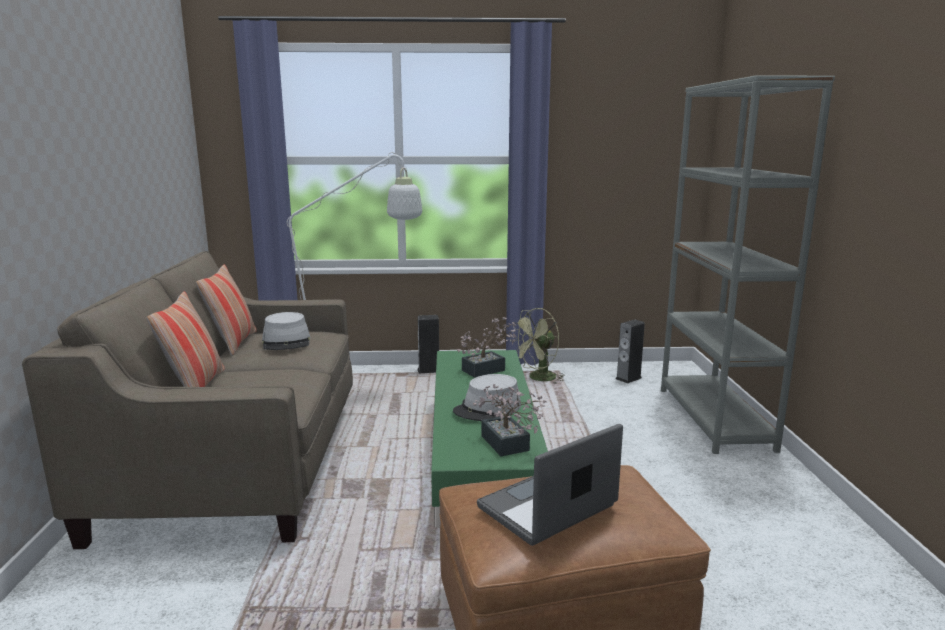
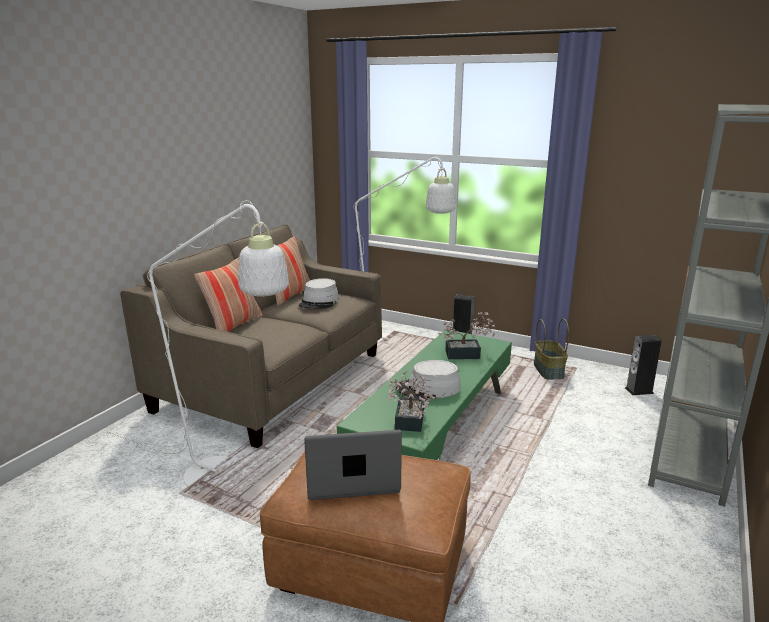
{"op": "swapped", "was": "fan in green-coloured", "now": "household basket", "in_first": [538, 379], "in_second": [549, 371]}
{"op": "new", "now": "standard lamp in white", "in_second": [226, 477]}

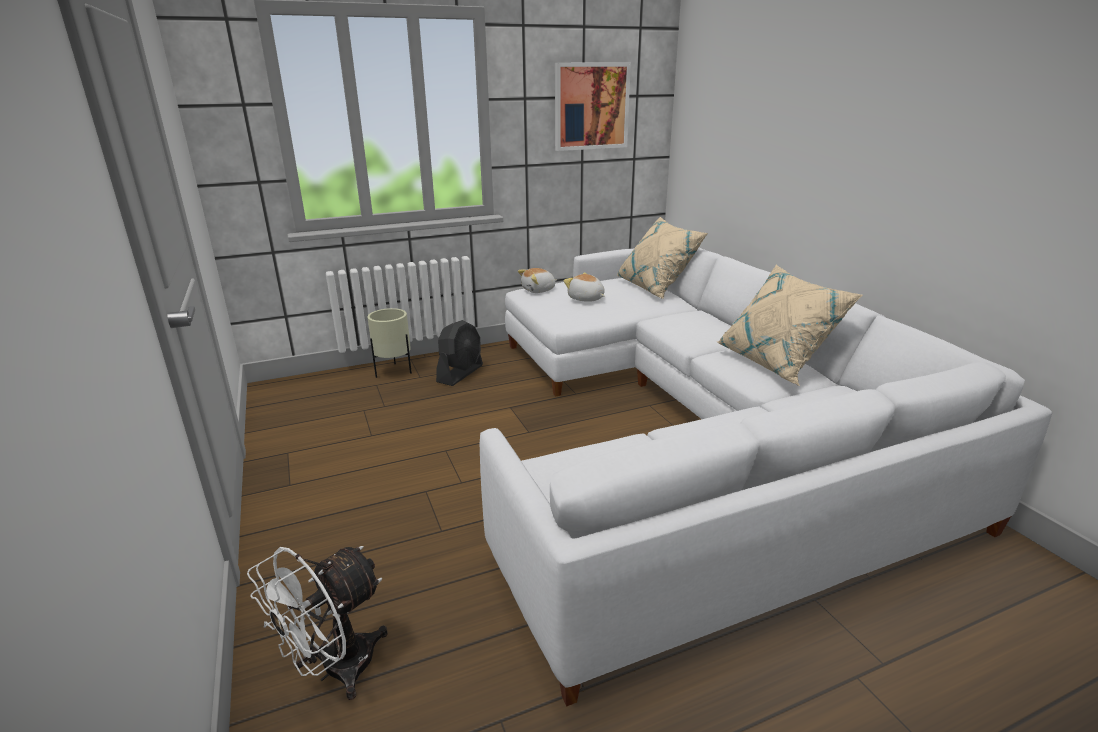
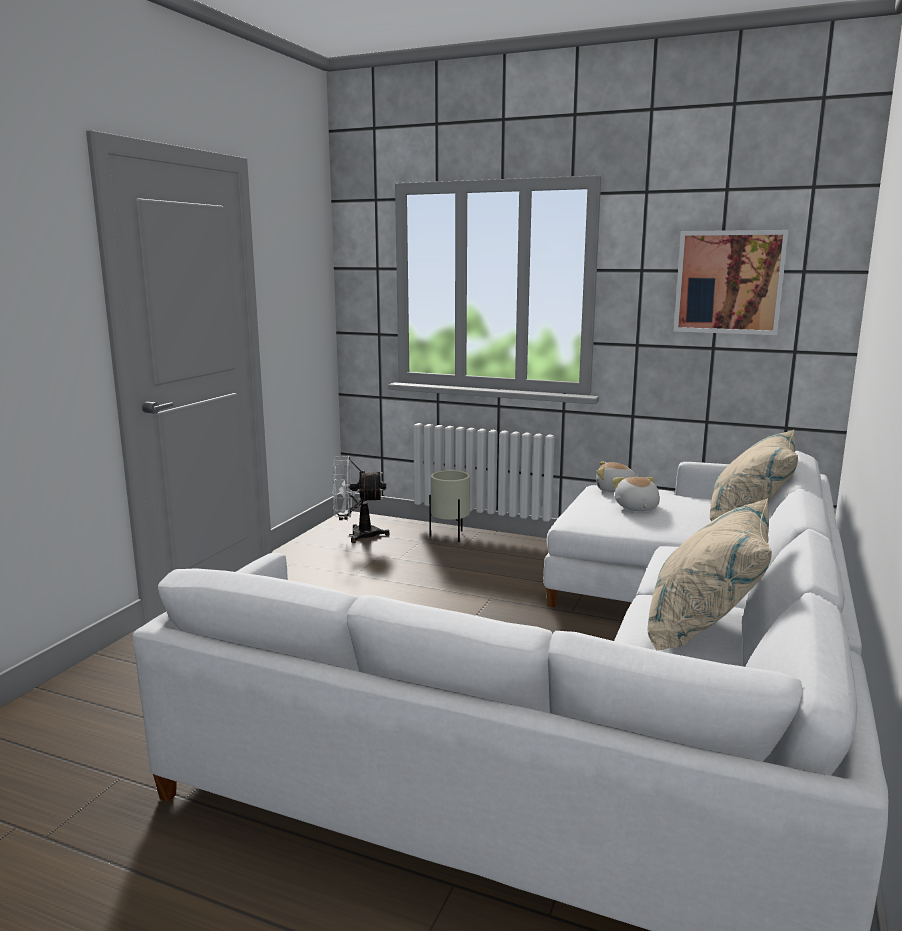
{"op": "gone", "was": "fan in black-coloured", "in_first": [460, 373]}
{"op": "shifted", "was": "fan in white", "in_first": [335, 670], "in_second": [357, 535]}

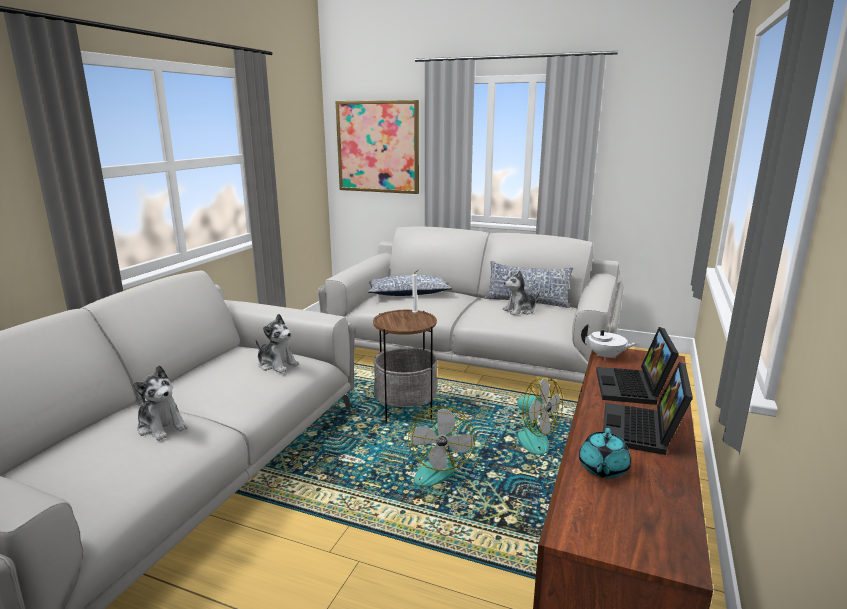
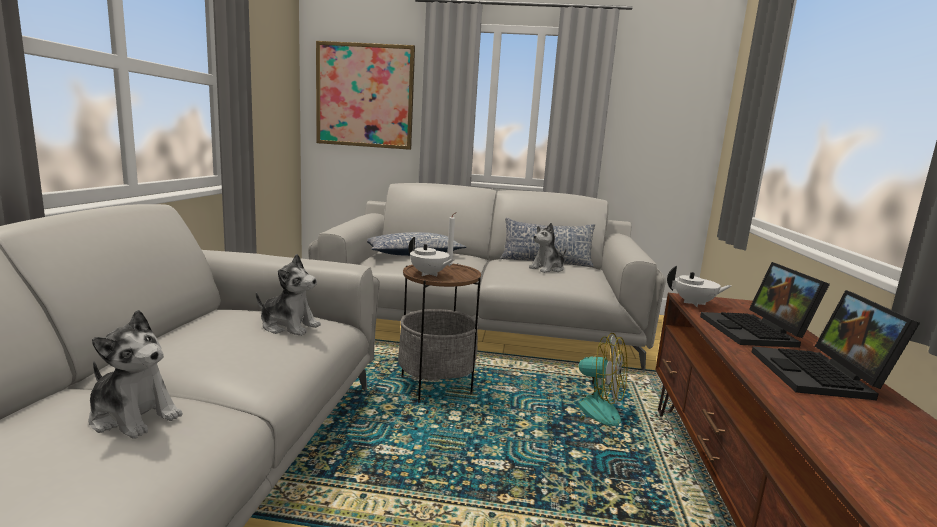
{"op": "gone", "was": "fan", "in_first": [434, 468]}
{"op": "gone", "was": "pot for tea in turquoise-coloured", "in_first": [603, 468]}
{"op": "new", "now": "pot for tea in white", "in_second": [429, 274]}

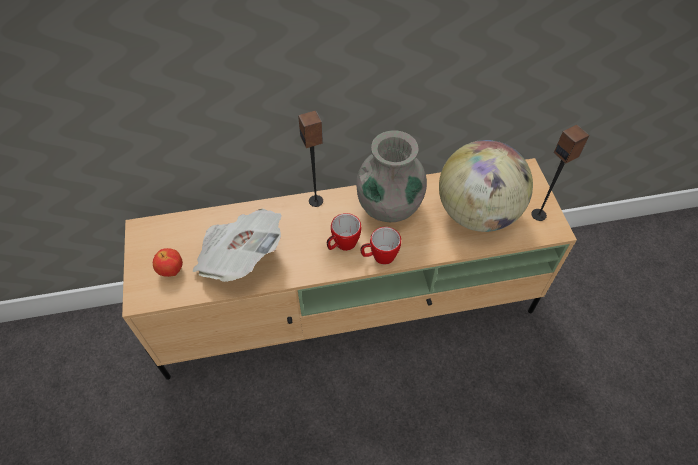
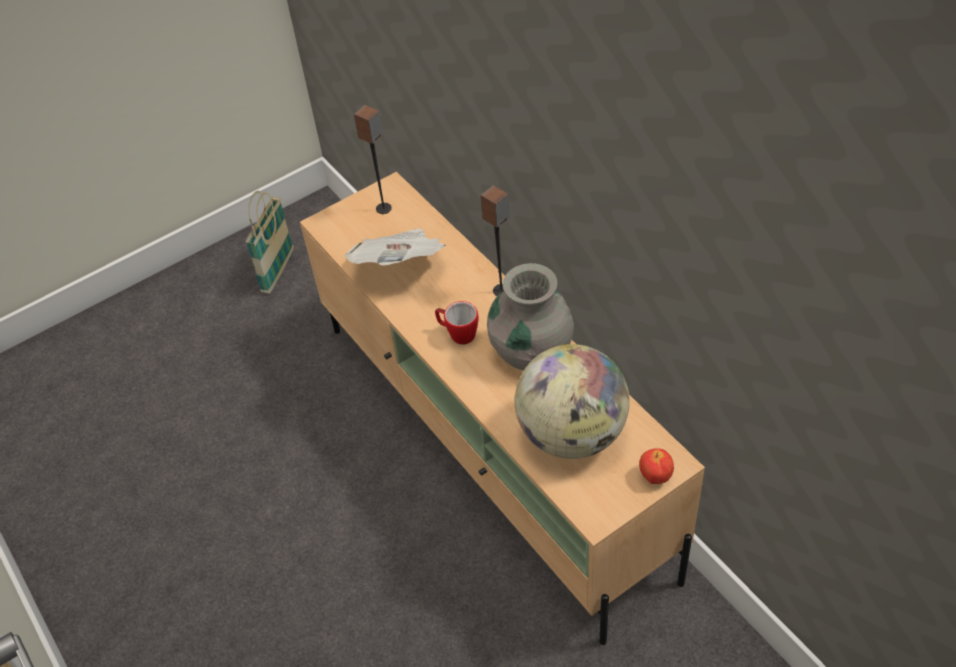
{"op": "shifted", "was": "loudspeaker", "in_first": [539, 214], "in_second": [384, 208]}
{"op": "gone", "was": "tea mug", "in_first": [379, 256]}
{"op": "shifted", "was": "apple fruit", "in_first": [171, 271], "in_second": [654, 476]}
{"op": "new", "now": "household basket", "in_second": [278, 271]}

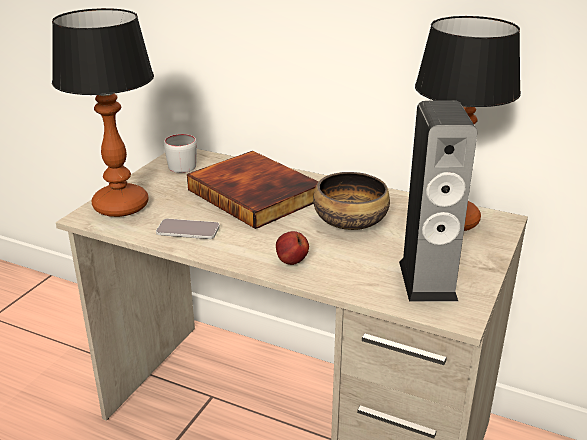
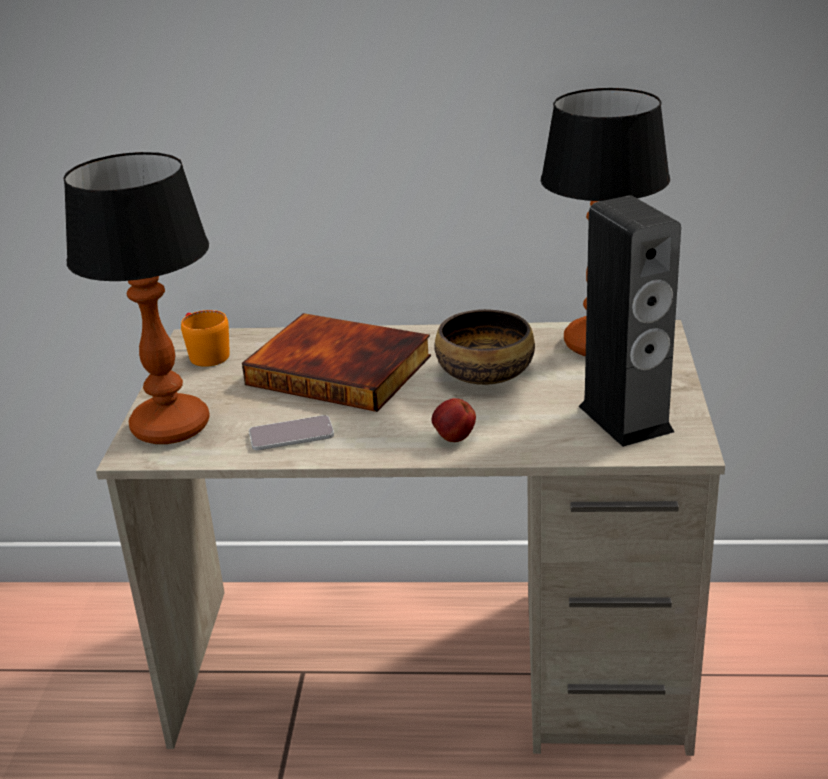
{"op": "repainted", "was": "tea mug in greyish", "now": "tea mug in orange", "in_first": [181, 164], "in_second": [204, 354]}

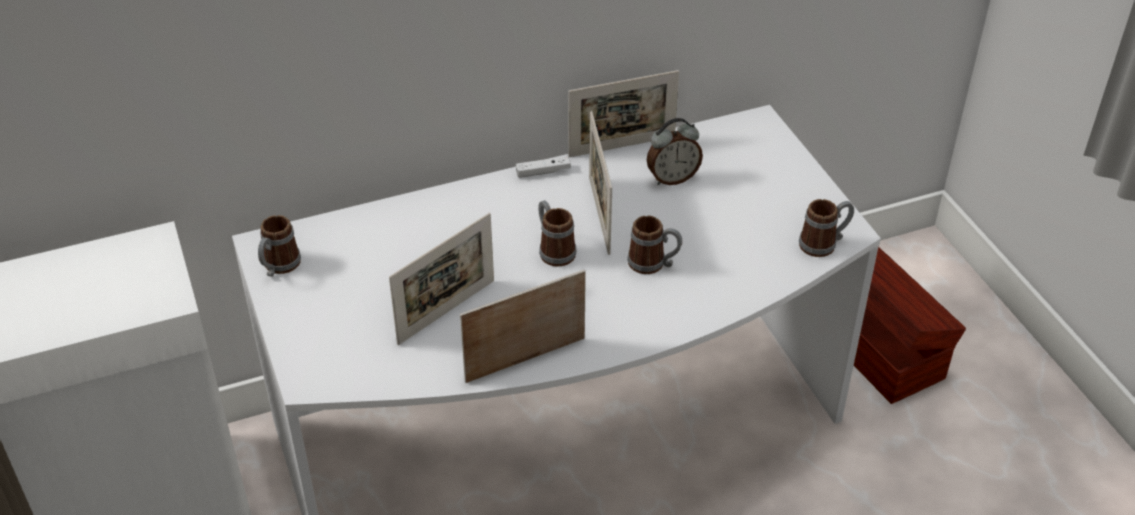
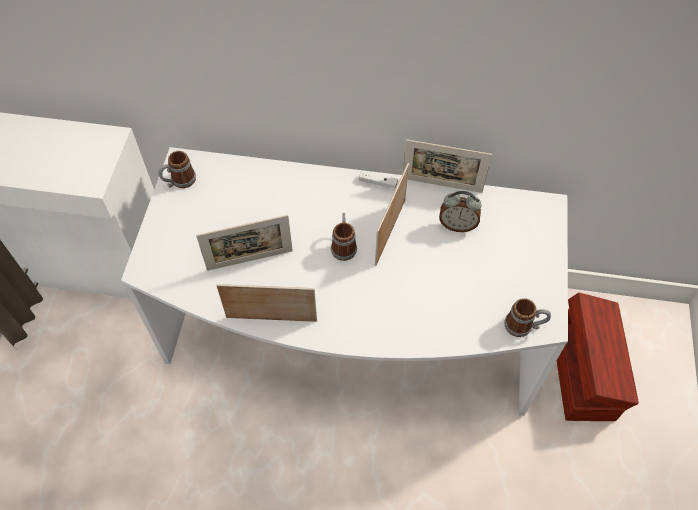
{"op": "gone", "was": "tea mug", "in_first": [653, 264]}

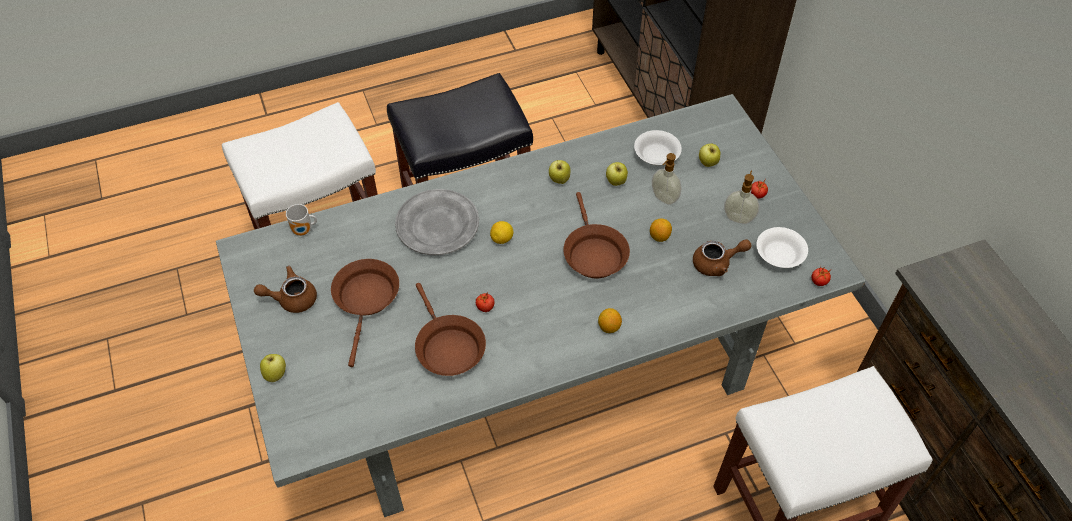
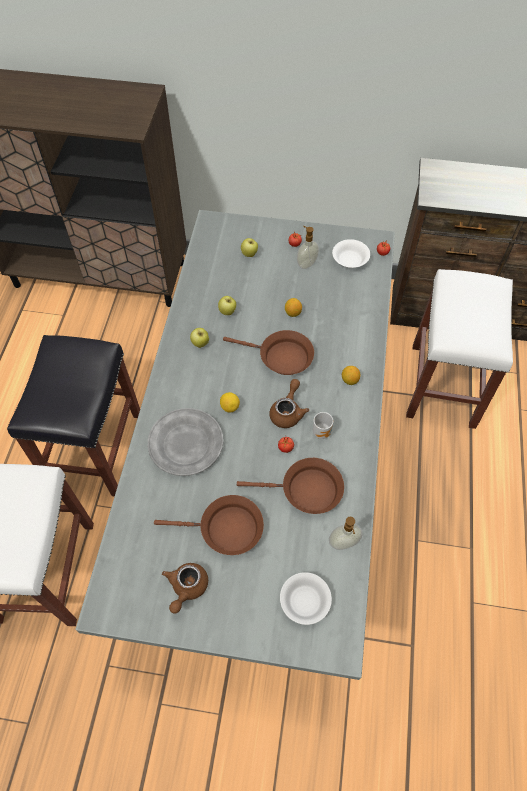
{"op": "shifted", "was": "deep dish in white", "in_first": [655, 156], "in_second": [304, 602]}
{"op": "shifted", "was": "liquid soap bottle", "in_first": [663, 198], "in_second": [343, 544]}
{"op": "shifted", "was": "tea mug", "in_first": [304, 231], "in_second": [323, 432]}
{"op": "shifted", "was": "pot for tea in brown-coloured", "in_first": [717, 263], "in_second": [288, 411]}
{"op": "rotated", "was": "frying pan in brown-coloured", "in_first": [366, 300], "in_second": [226, 529], "clockwise": 150}
{"op": "gone", "was": "apple fruit", "in_first": [276, 374]}

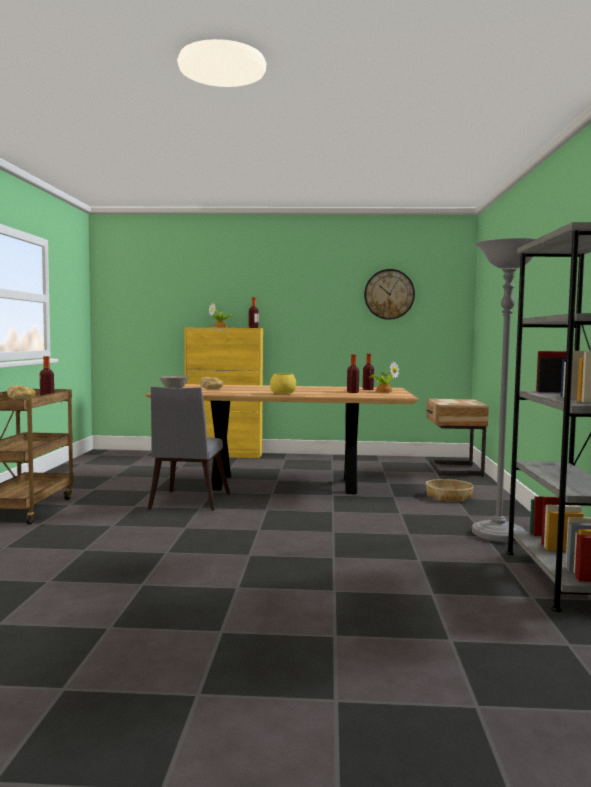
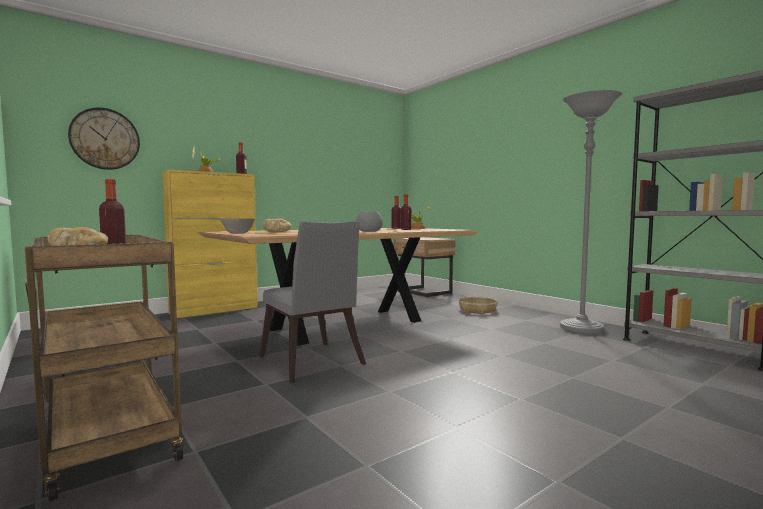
{"op": "shifted", "was": "clock on the wall", "in_first": [389, 294], "in_second": [105, 139]}
{"op": "repainted", "was": "deep dish in yellow", "now": "deep dish in greyish", "in_first": [283, 393], "in_second": [369, 231]}

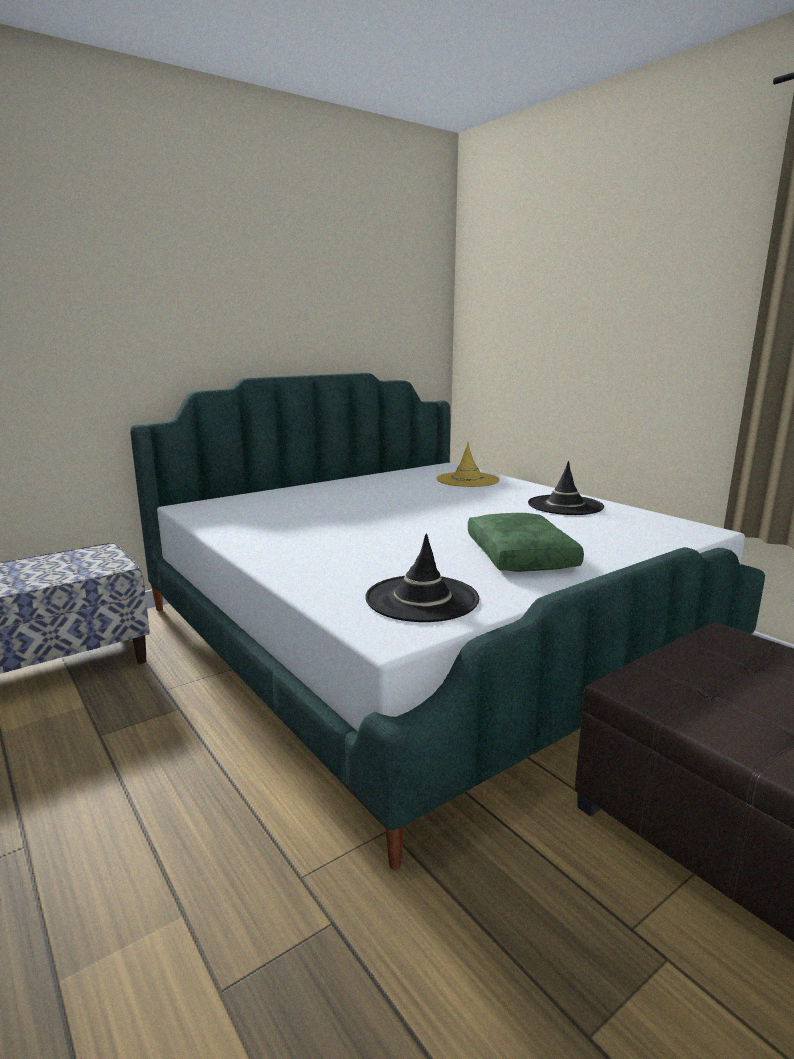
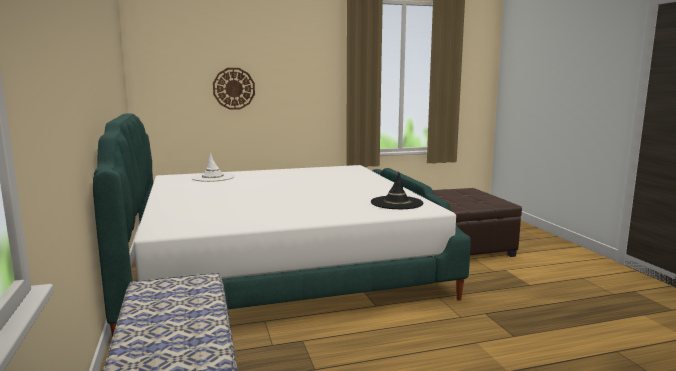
{"op": "repainted", "was": "clothing hat in yellow", "now": "clothing hat in white", "in_first": [467, 480], "in_second": [213, 177]}
{"op": "gone", "was": "clothing hat in black-coloured", "in_first": [565, 505]}
{"op": "gone", "was": "pillow in green-coloured", "in_first": [522, 556]}
{"op": "new", "now": "clock on the wall", "in_second": [234, 88]}

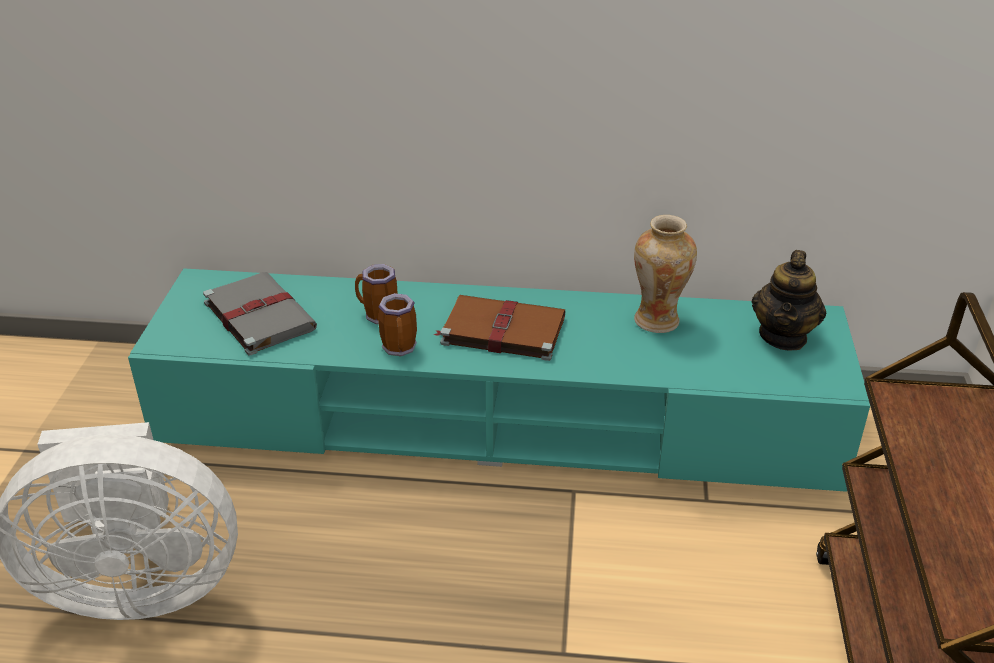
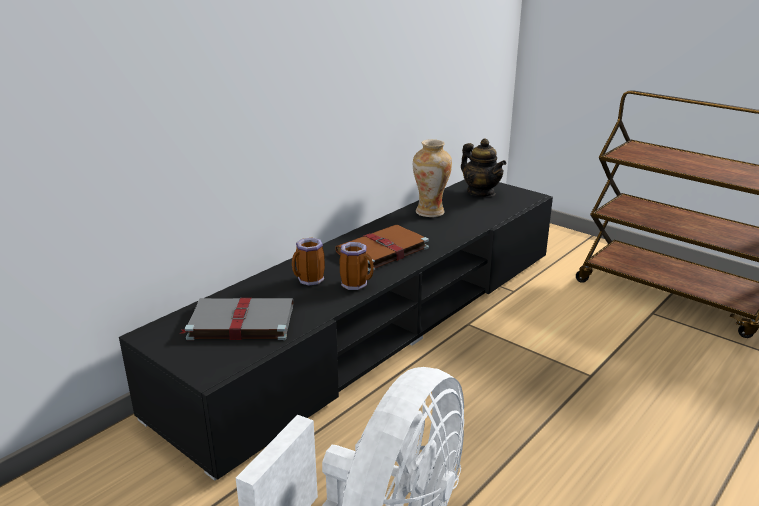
{"op": "repainted", "was": "tv stand in turquoise-coloured", "now": "tv stand in black-coloured", "in_first": [498, 420], "in_second": [380, 323]}

